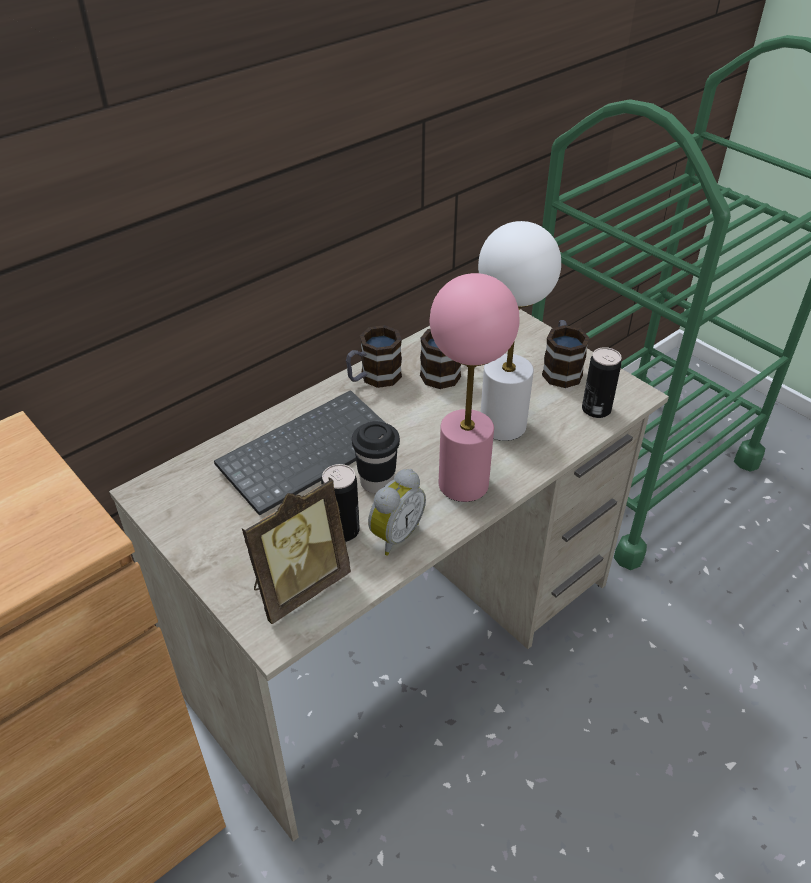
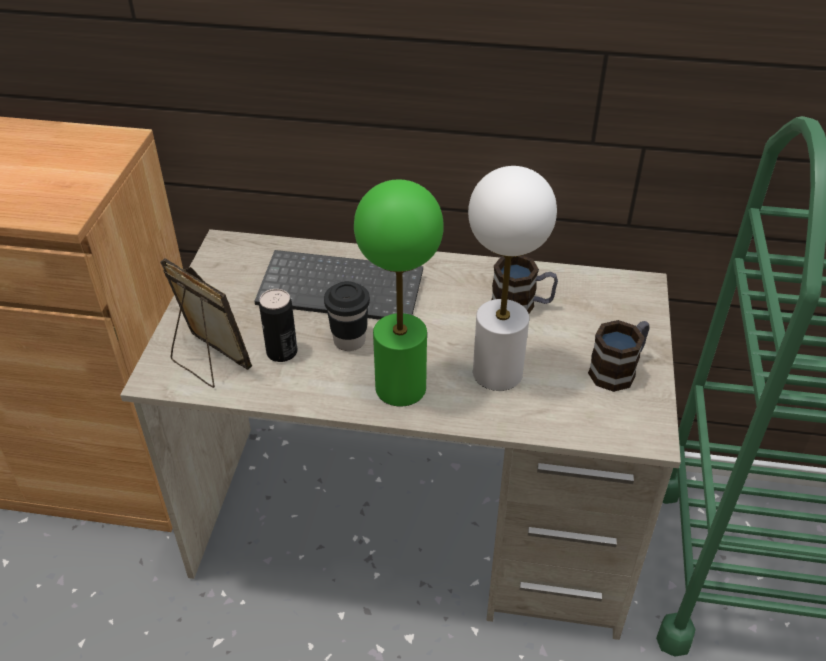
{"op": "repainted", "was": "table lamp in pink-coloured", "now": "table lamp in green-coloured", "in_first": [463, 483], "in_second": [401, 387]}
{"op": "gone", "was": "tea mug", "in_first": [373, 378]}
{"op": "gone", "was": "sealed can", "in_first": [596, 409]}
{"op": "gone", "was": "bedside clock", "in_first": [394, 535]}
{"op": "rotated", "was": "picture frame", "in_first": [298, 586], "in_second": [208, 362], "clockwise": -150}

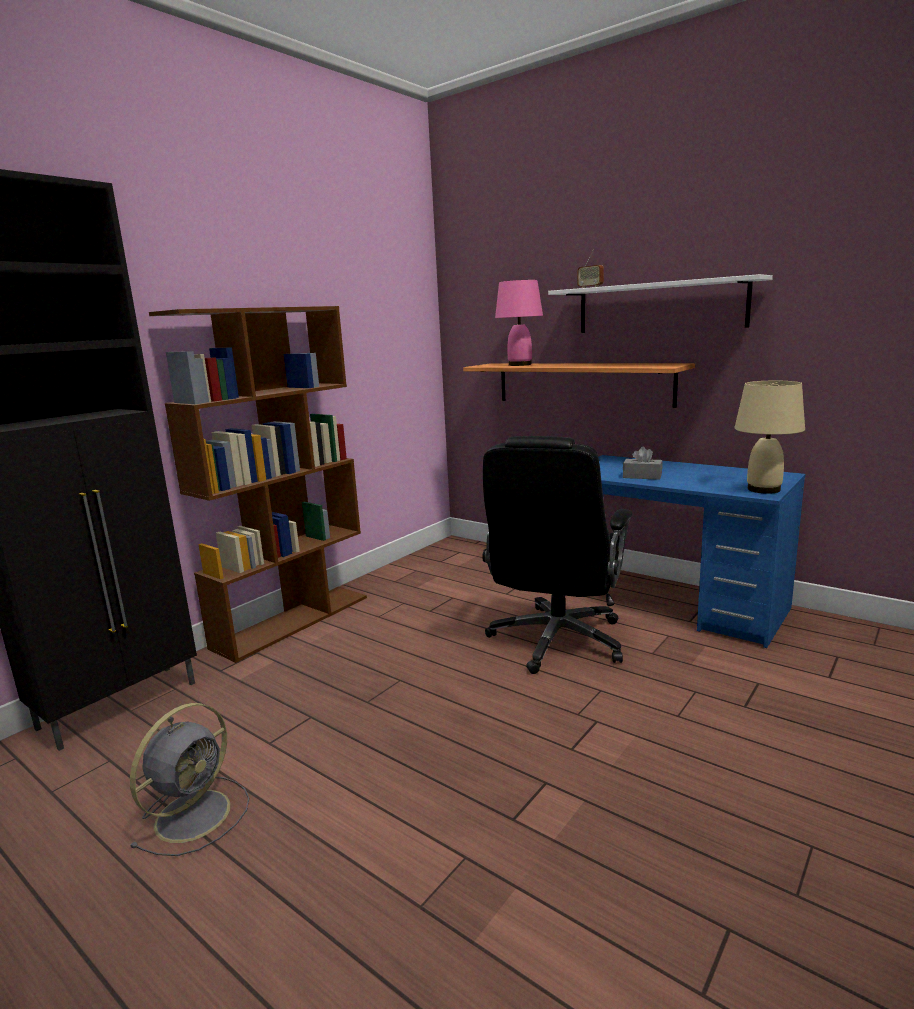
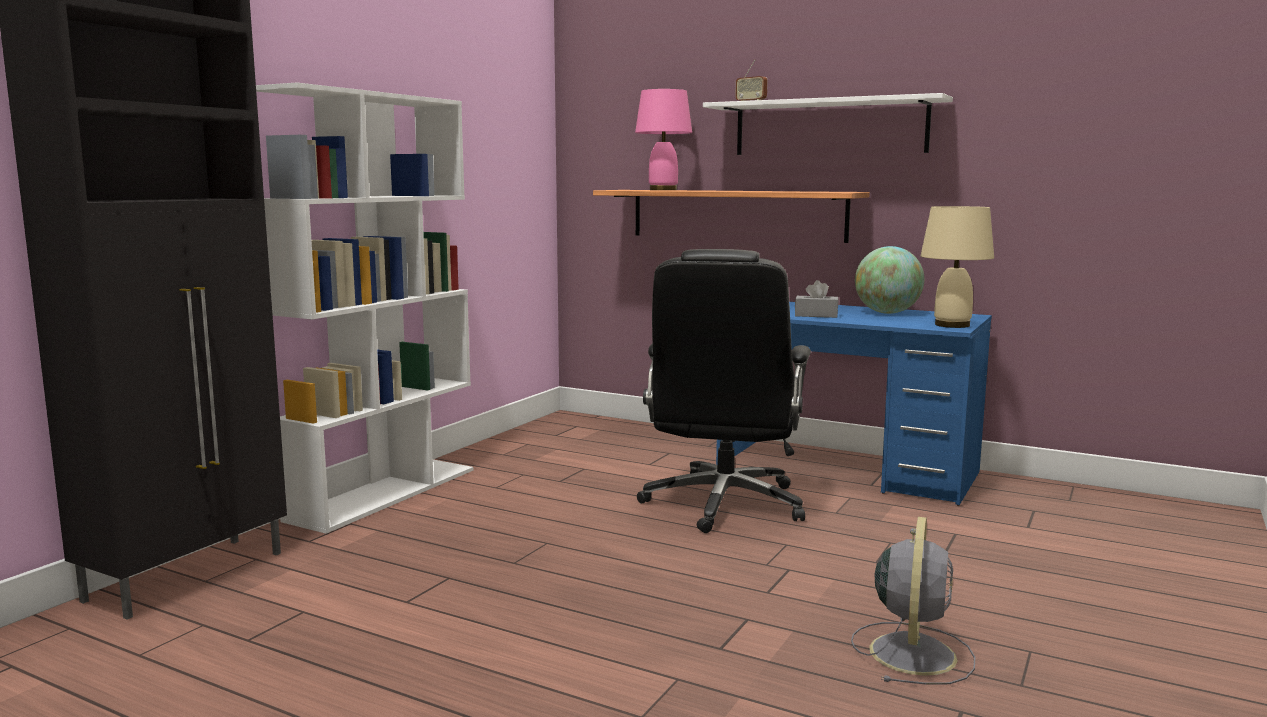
{"op": "repainted", "was": "bookshelf in brown-coloured", "now": "bookshelf in white", "in_first": [293, 621], "in_second": [384, 493]}
{"op": "shifted", "was": "fan in greyish", "in_first": [195, 813], "in_second": [912, 652]}
{"op": "new", "now": "globe", "in_second": [887, 313]}

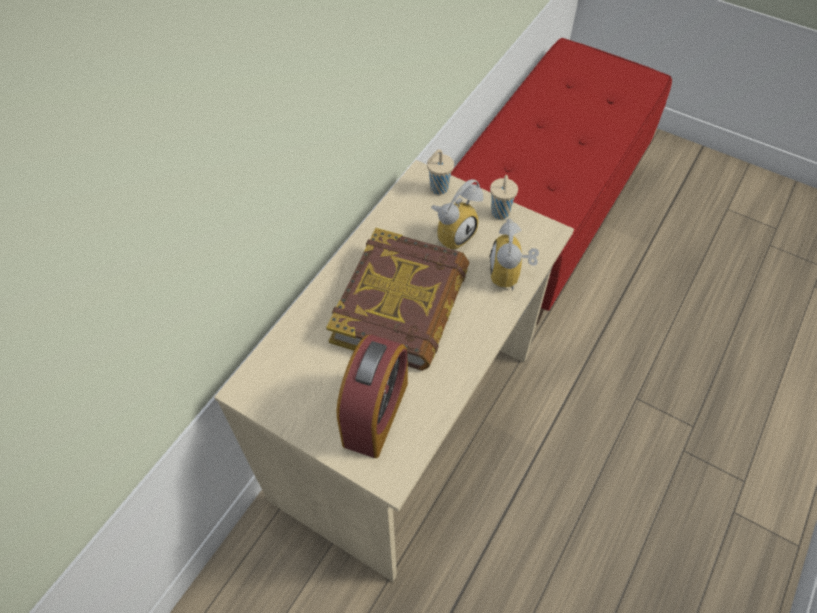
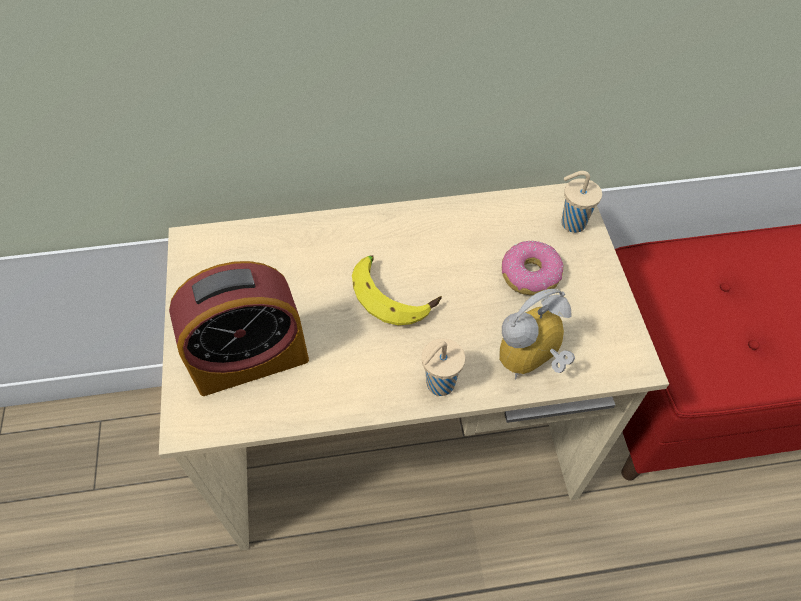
{"op": "shifted", "was": "small cup in beige-coloured", "in_first": [500, 213], "in_second": [439, 384]}
{"op": "swapped", "was": "bedside clock", "now": "ring doughnut", "in_first": [453, 233], "in_second": [530, 274]}
{"op": "swapped", "was": "bound book", "now": "whole banana", "in_first": [401, 305], "in_second": [394, 293]}

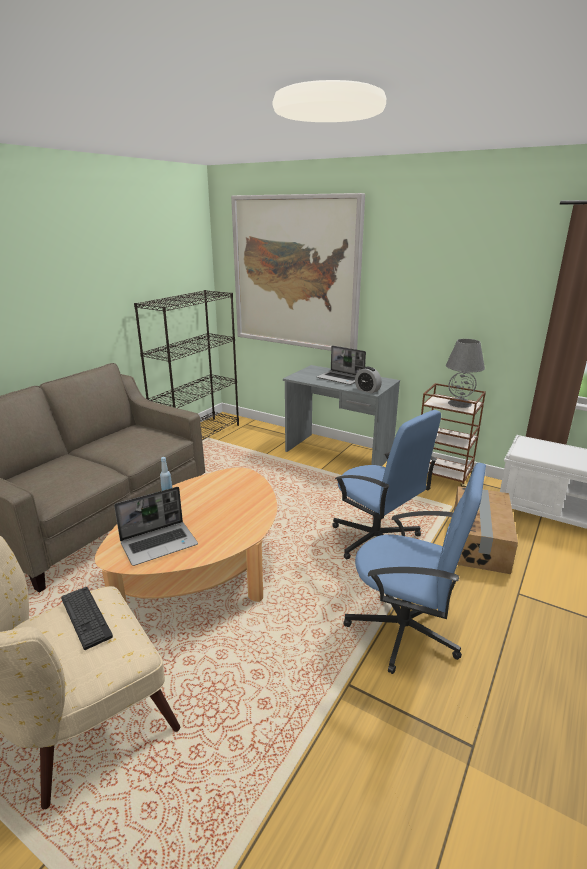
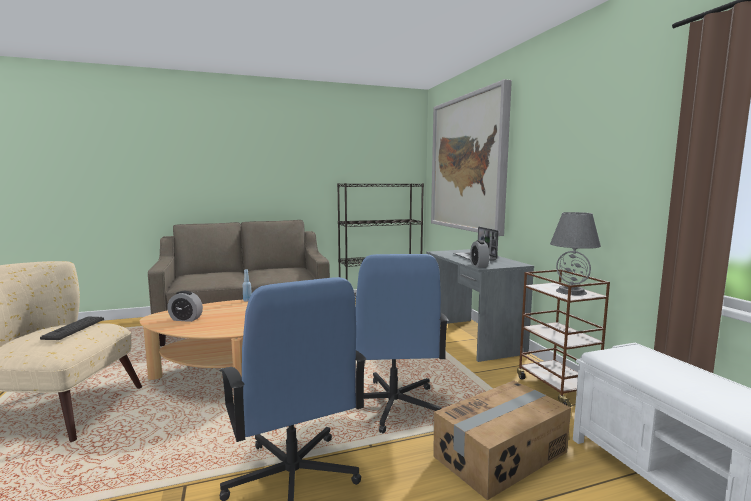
{"op": "swapped", "was": "notebook computer", "now": "bedside clock", "in_first": [160, 543], "in_second": [186, 319]}

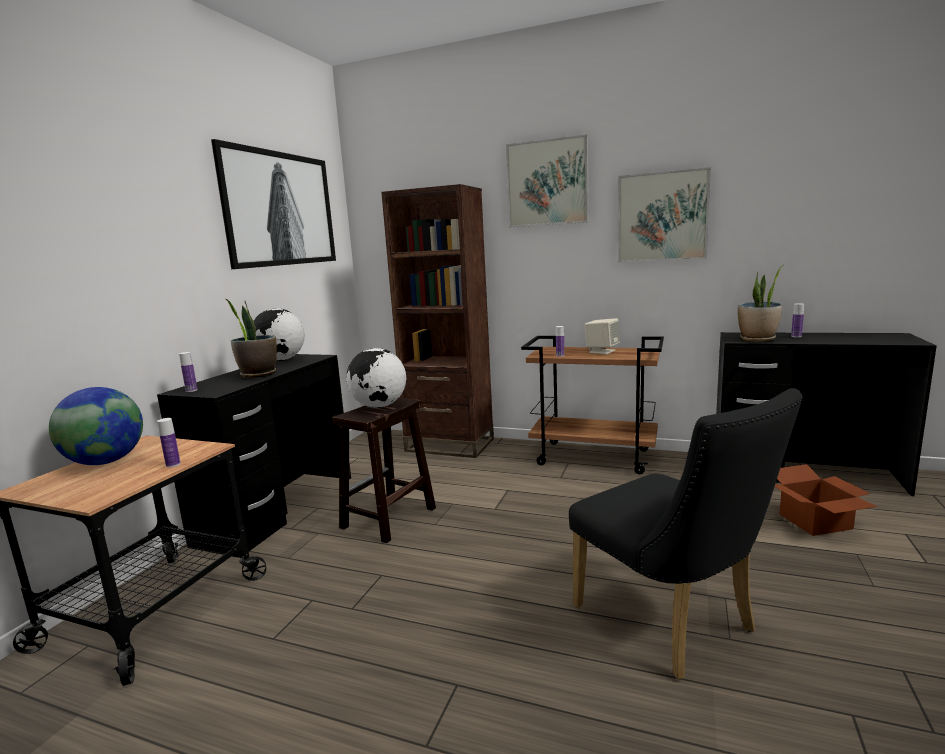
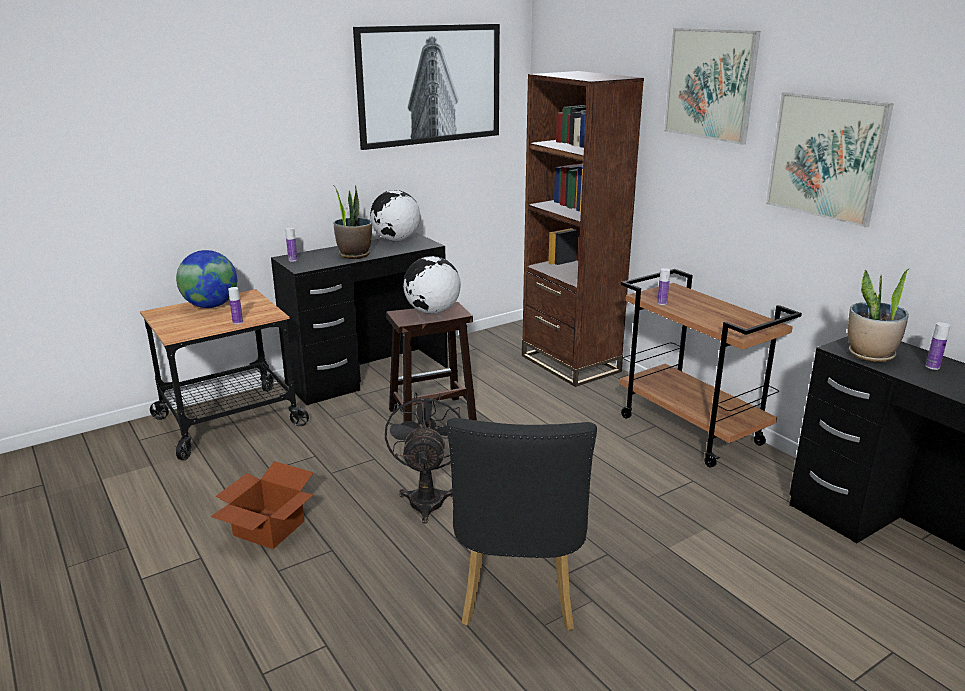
{"op": "gone", "was": "loudspeaker in beige-coloured", "in_first": [602, 351]}
{"op": "shifted", "was": "cardboard box", "in_first": [815, 522], "in_second": [267, 529]}
{"op": "new", "now": "fan in black-coloured", "in_second": [427, 497]}

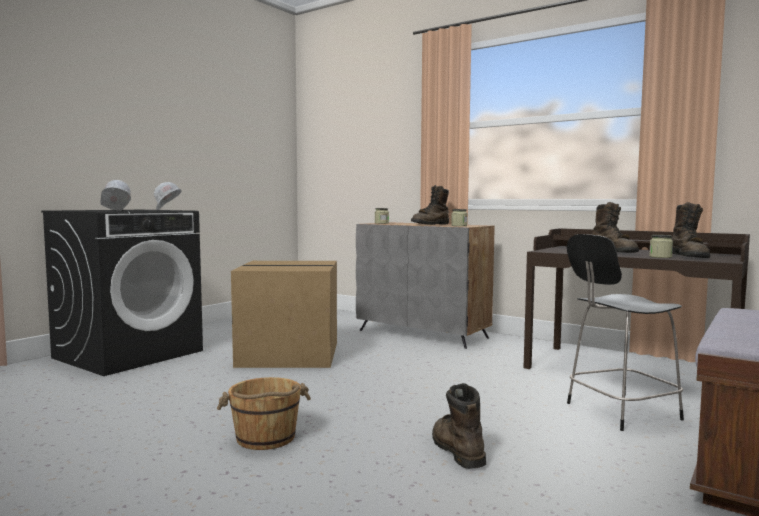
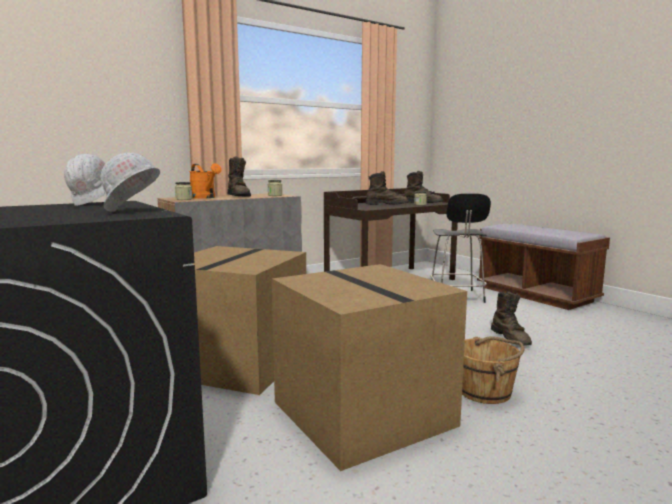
{"op": "rotated", "was": "tall boot in brown-coloured", "in_first": [456, 450], "in_second": [511, 338], "clockwise": -105}
{"op": "new", "now": "watering can in orange", "in_second": [205, 197]}
{"op": "new", "now": "cardboard box", "in_second": [360, 413]}

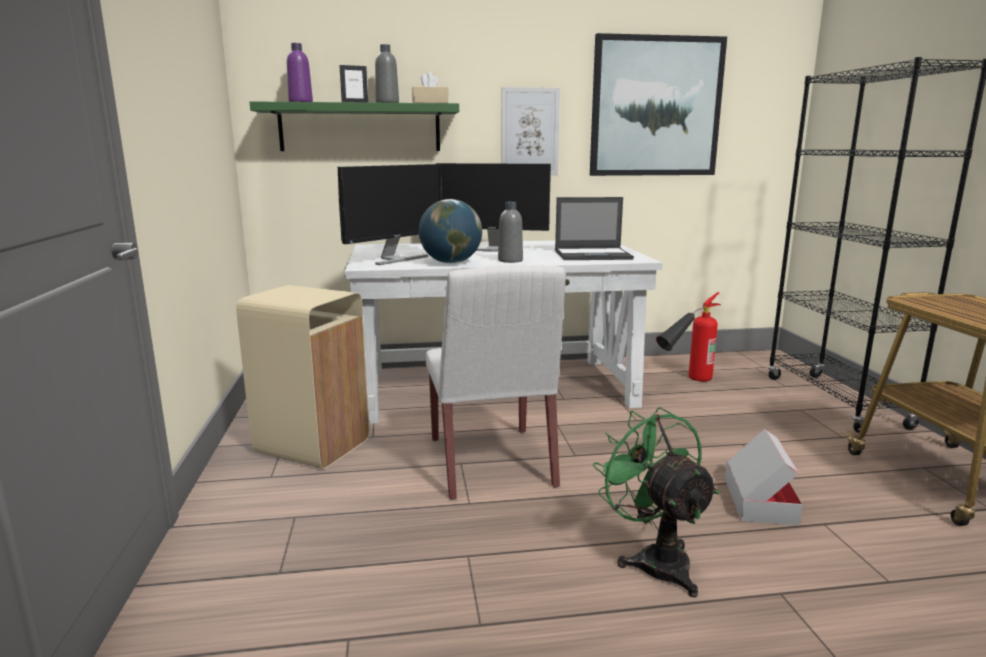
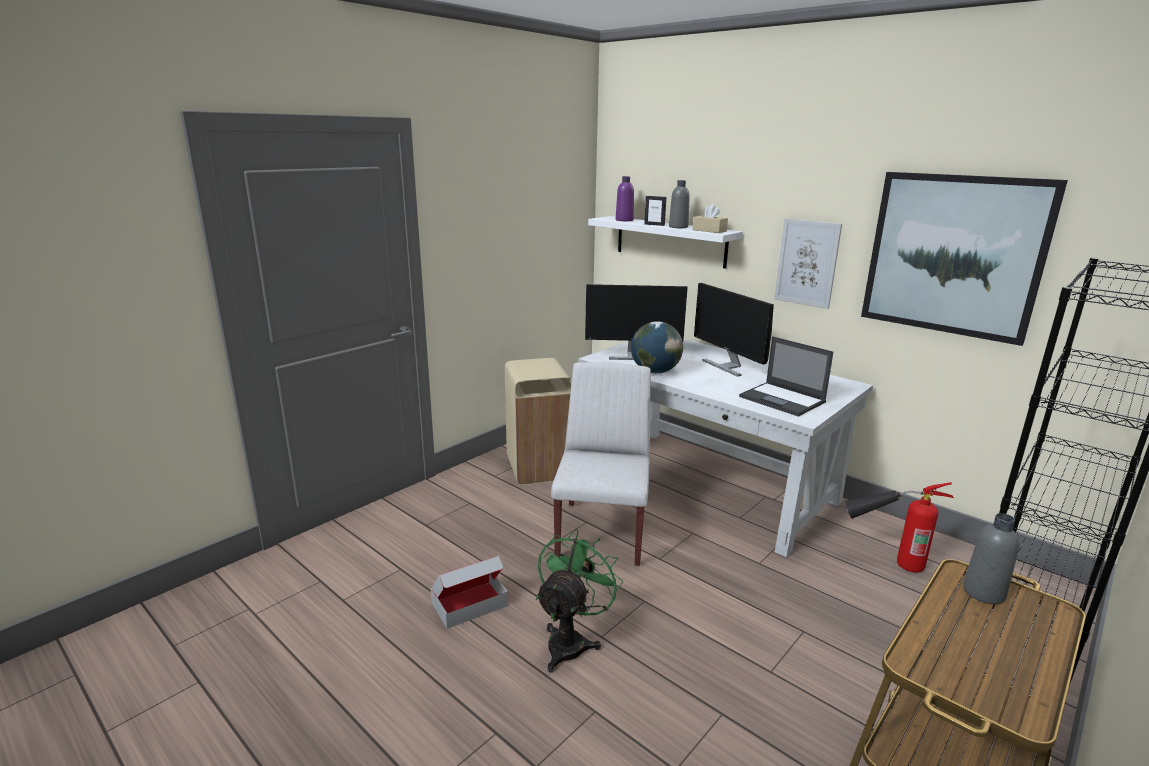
{"op": "repainted", "was": "wall shelf in green-coloured", "now": "wall shelf in white", "in_first": [360, 128], "in_second": [670, 241]}
{"op": "shifted", "was": "beverage bottle in greyish", "in_first": [510, 260], "in_second": [983, 592]}
{"op": "rotated", "was": "chair in white", "in_first": [491, 463], "in_second": [602, 532], "clockwise": 150}
{"op": "shifted", "was": "cardboard box", "in_first": [759, 501], "in_second": [469, 604]}

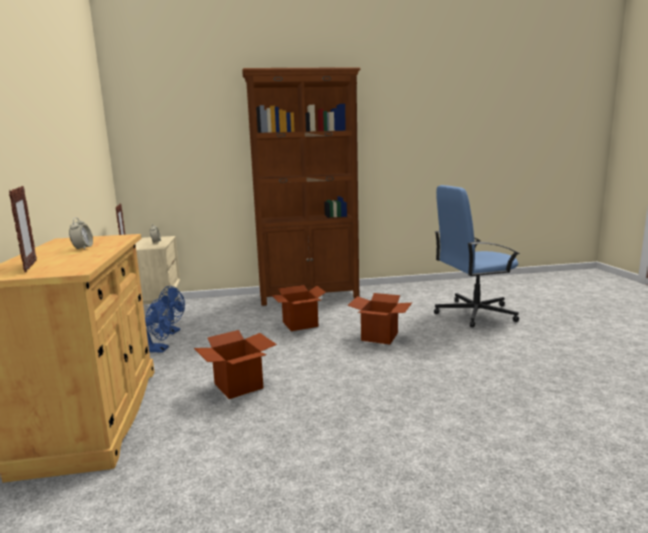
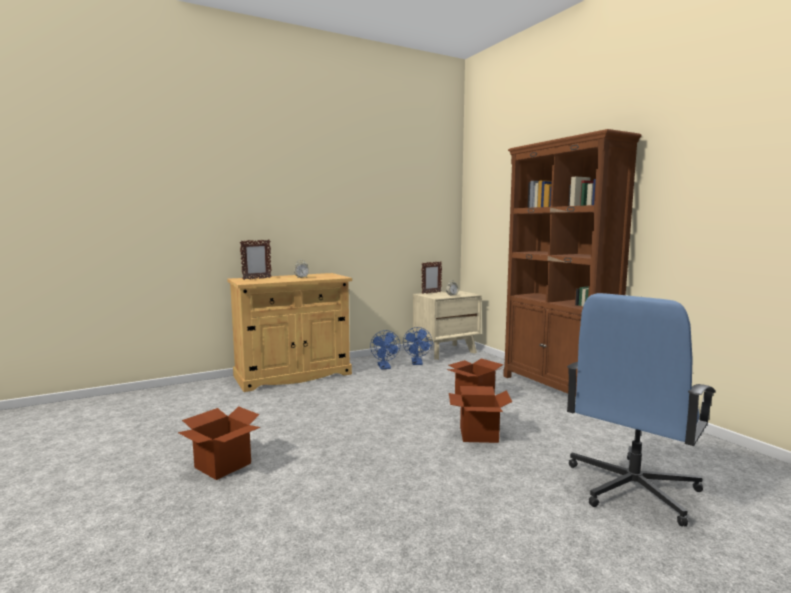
{"op": "rotated", "was": "computer chair in bluish", "in_first": [474, 313], "in_second": [631, 488], "clockwise": -105}
{"op": "shifted", "was": "cardboard box", "in_first": [238, 386], "in_second": [223, 465]}

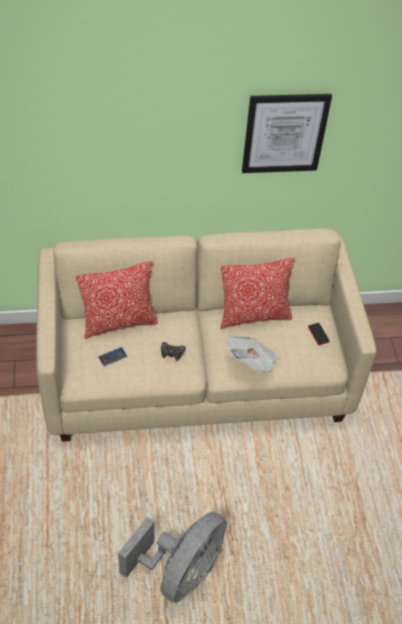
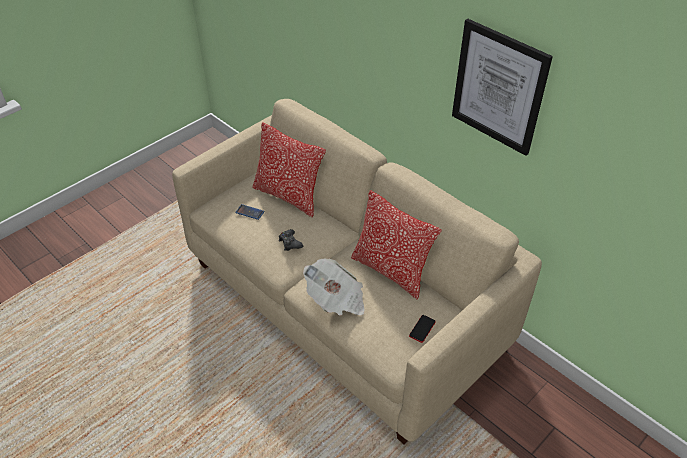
{"op": "gone", "was": "fan in greyish", "in_first": [180, 571]}

